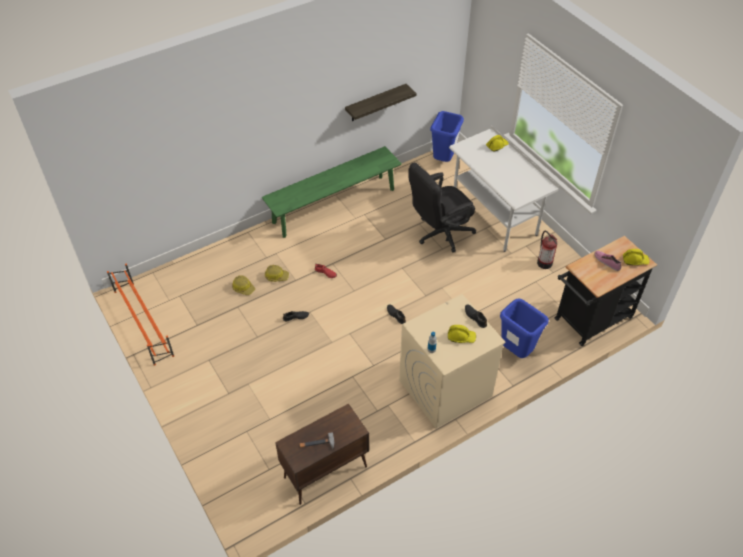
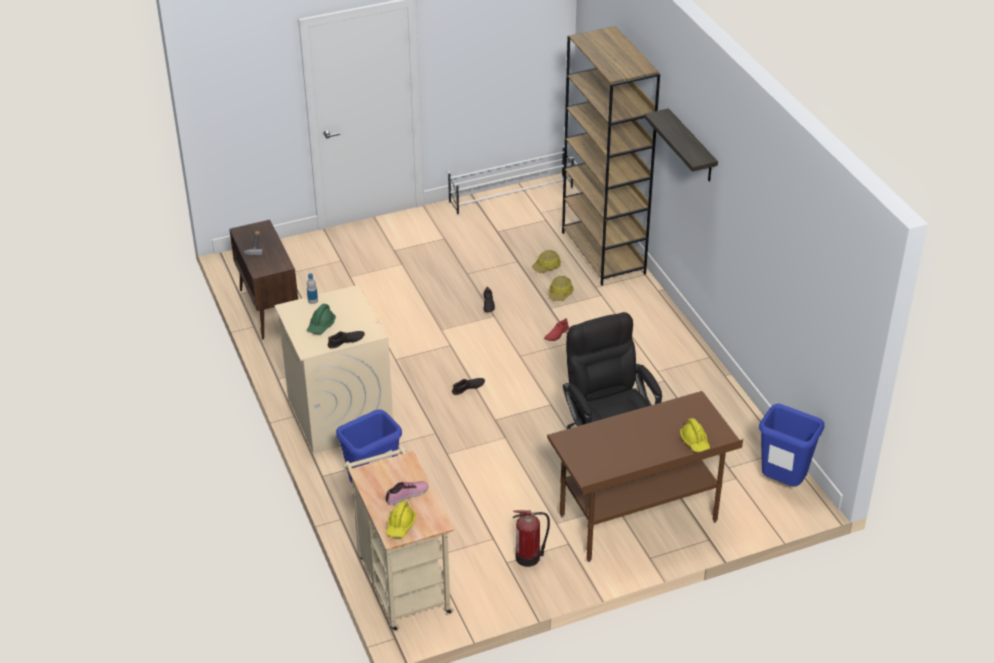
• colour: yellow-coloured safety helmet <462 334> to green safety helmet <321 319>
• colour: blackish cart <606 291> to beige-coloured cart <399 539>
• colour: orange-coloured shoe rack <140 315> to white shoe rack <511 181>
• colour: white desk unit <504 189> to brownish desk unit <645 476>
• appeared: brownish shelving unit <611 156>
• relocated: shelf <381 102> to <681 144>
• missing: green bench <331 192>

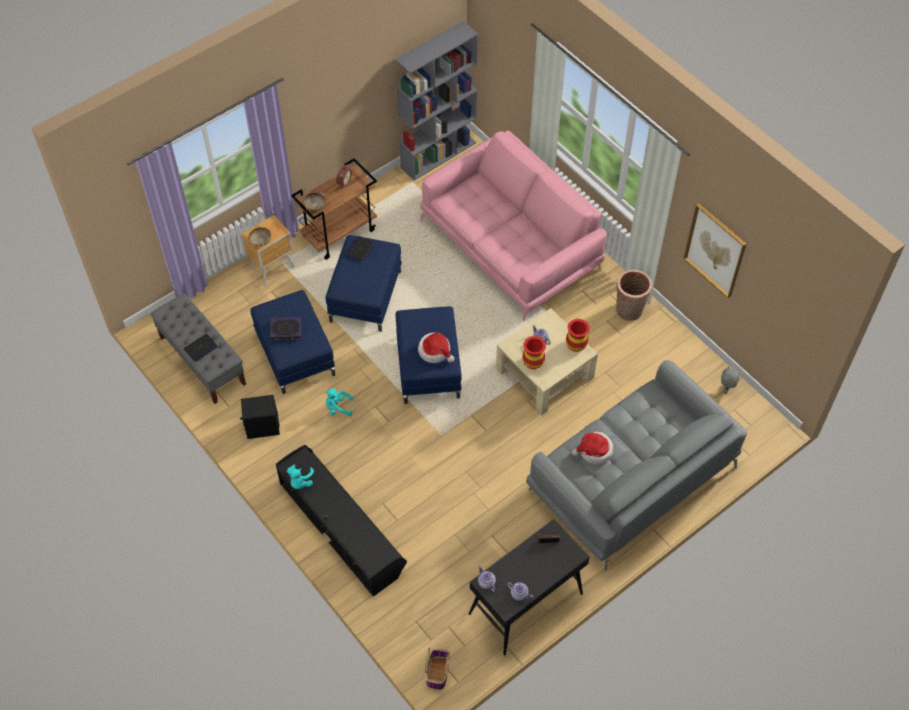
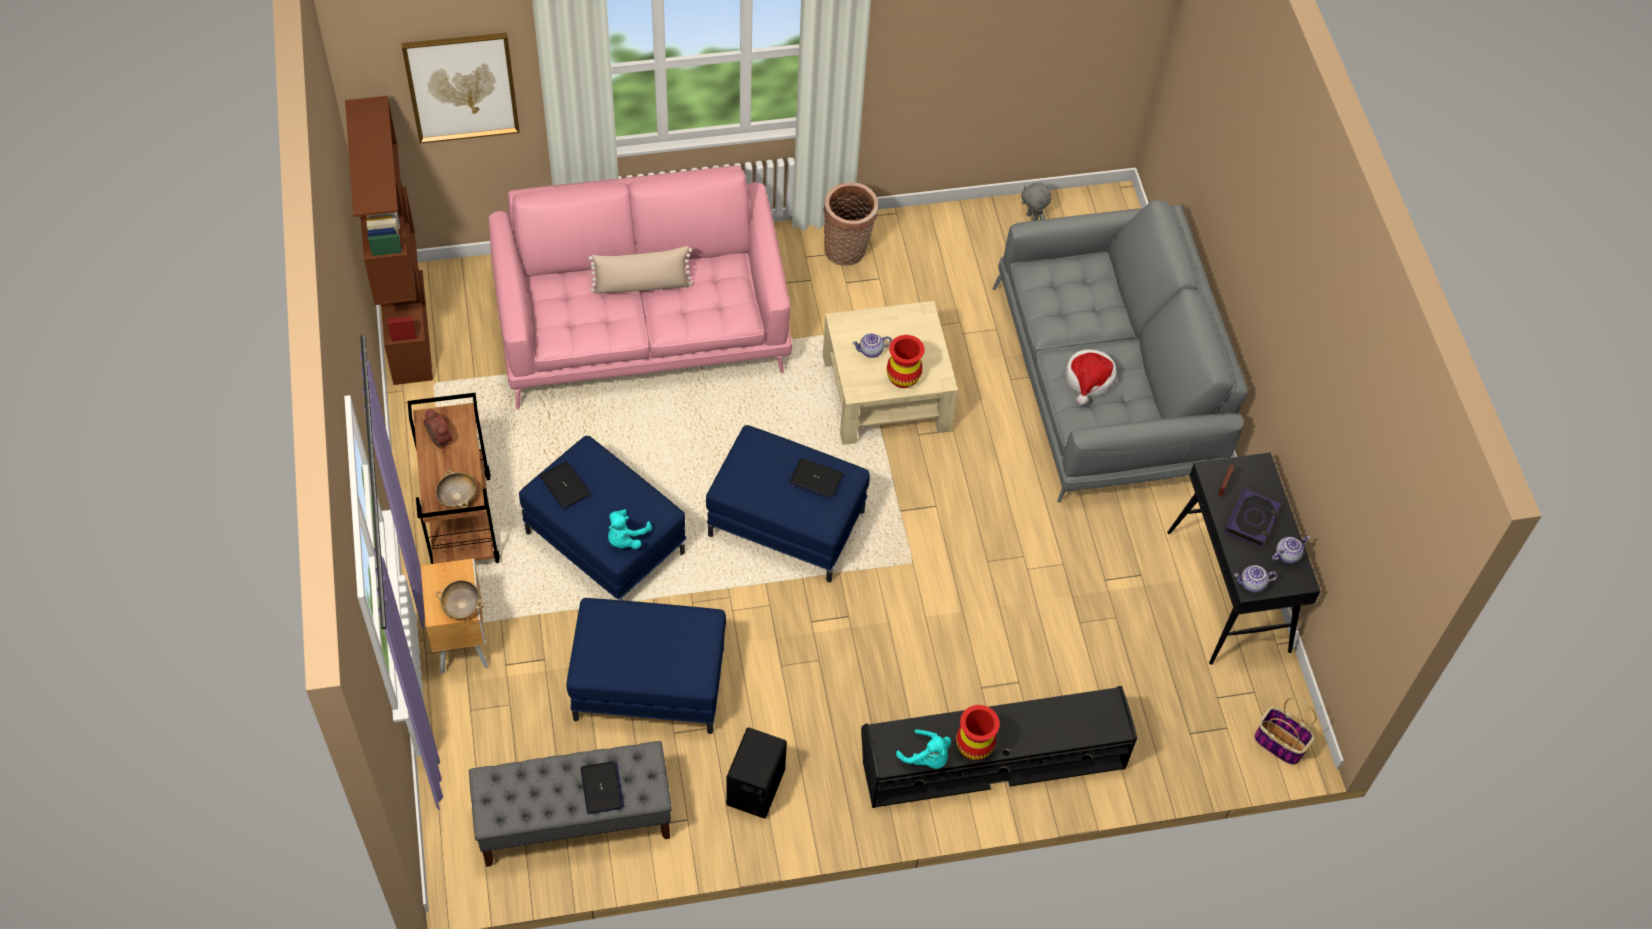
• colour: grey shelving unit <436 101> to brownish shelving unit <389 240>
• relocated: wall art <715 250> to <460 88>
• appeared: beige-coloured cushion <640 270>
• relocated: blue-green soft toy <339 402> to <630 529>
• exchanged: hat <436 347> to laptop <816 478>
• relocated: red-coloured vase <578 335> to <978 732>
• relocated: volume <286 329> to <1253 518>

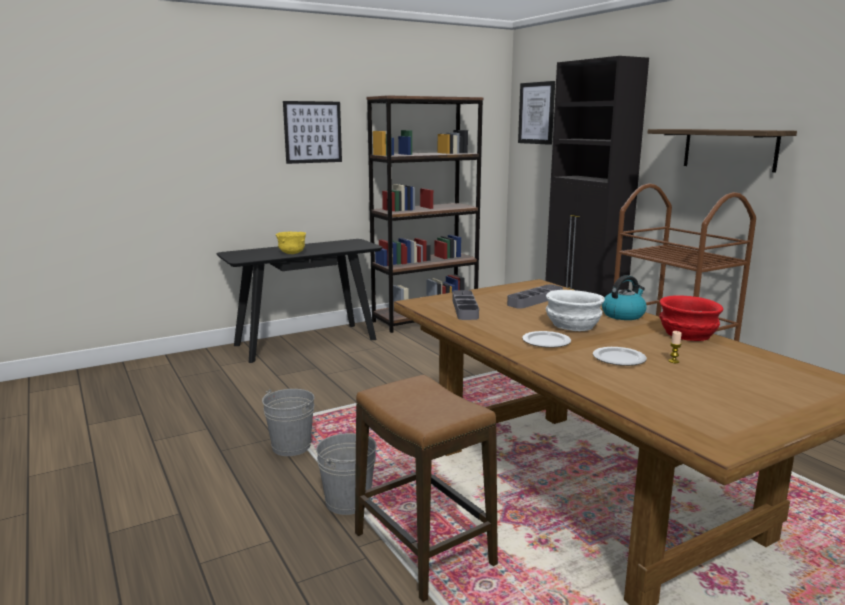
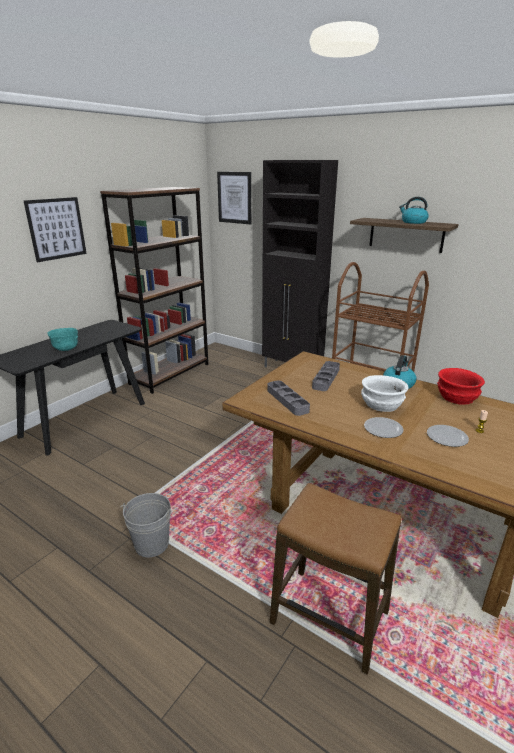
• colour: yellow-coloured deep dish <291 243> to blue-green deep dish <63 339>
• appeared: kettle <414 210>
• missing: grey bucket <346 474>

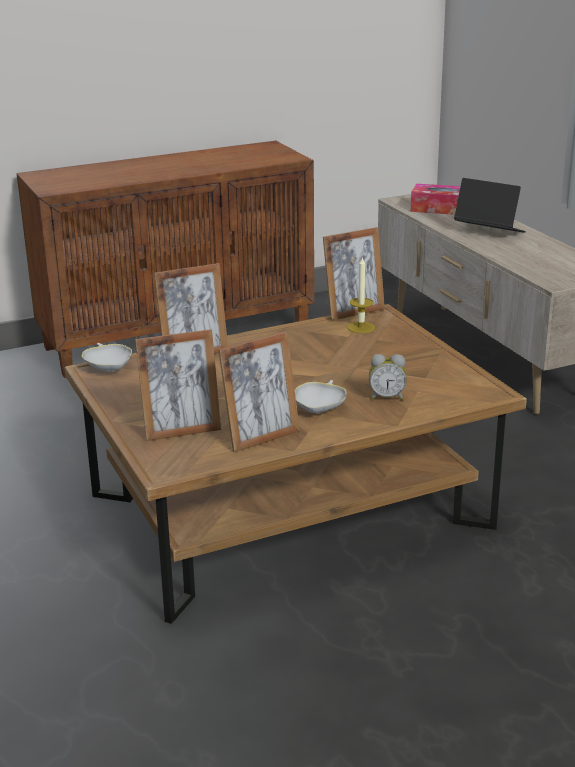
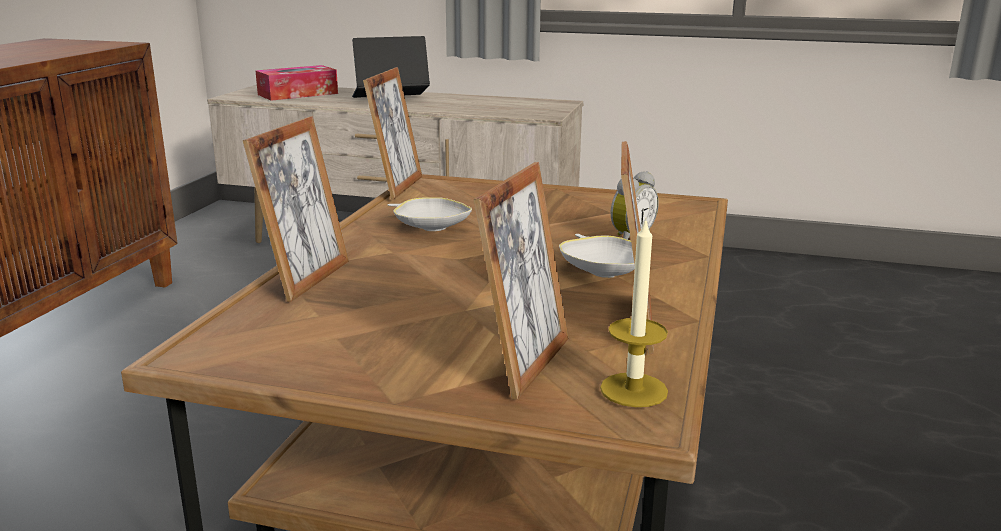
• relocated: white deep dish <107 357> to <430 214>
• relocated: wax light <361 295> to <634 312>

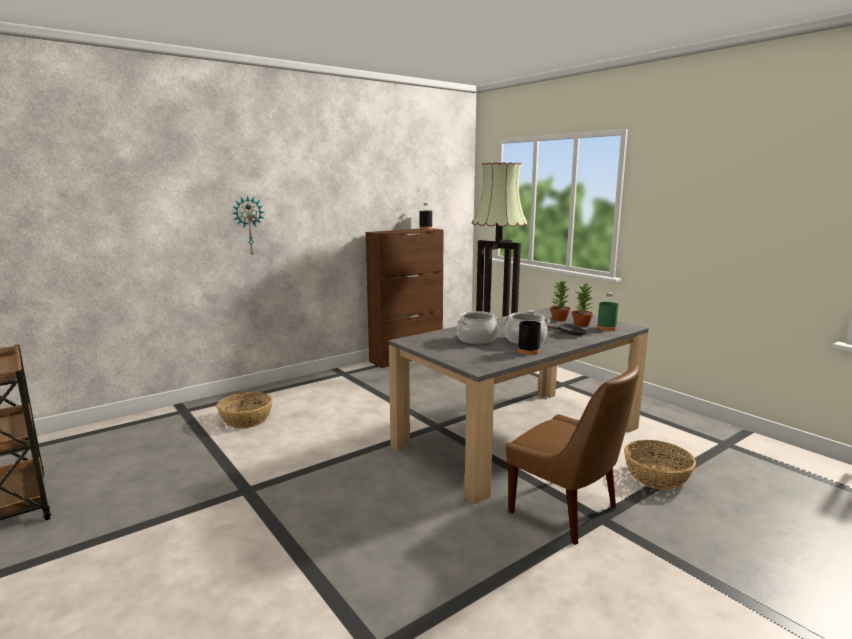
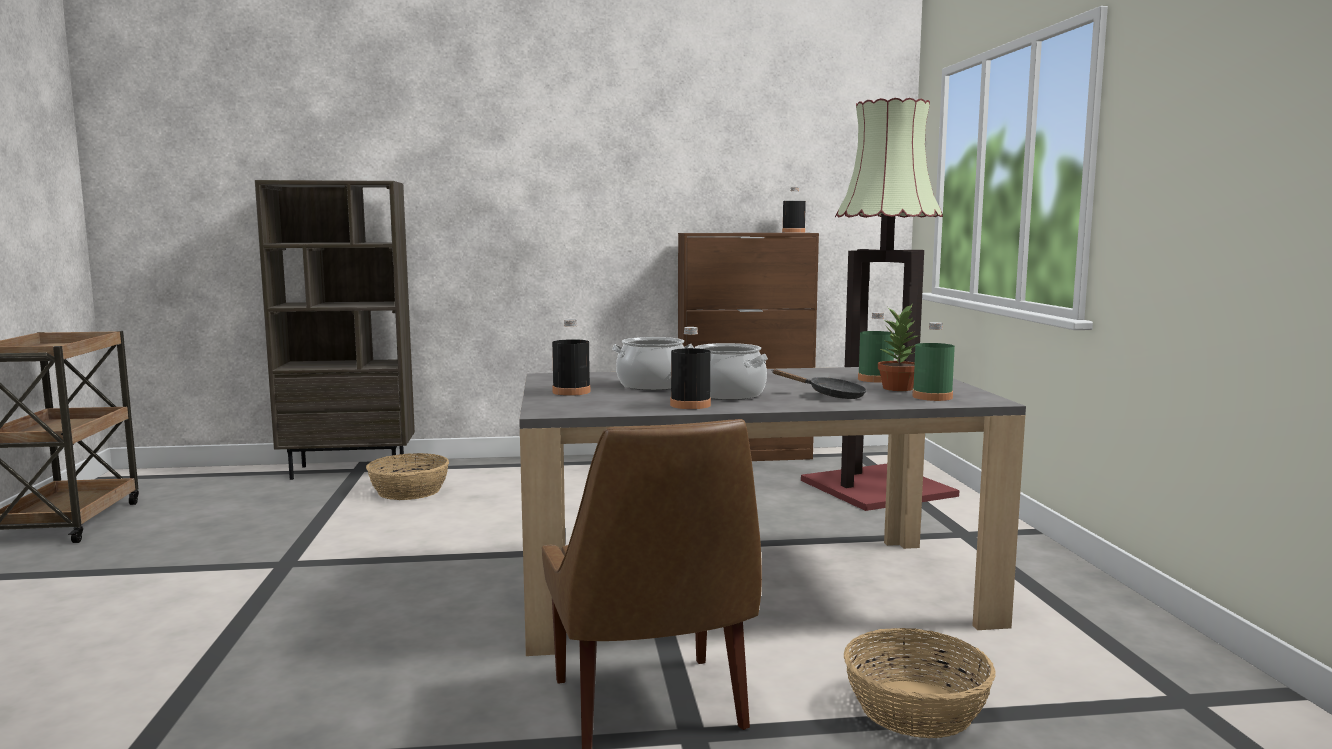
• appeared: brownish shelving unit <335 330>
• appeared: blackish bottle <571 357>
• exchanged: plant in a pot <560 301> to green bottle <876 347>
• missing: clock on the wall <248 225>

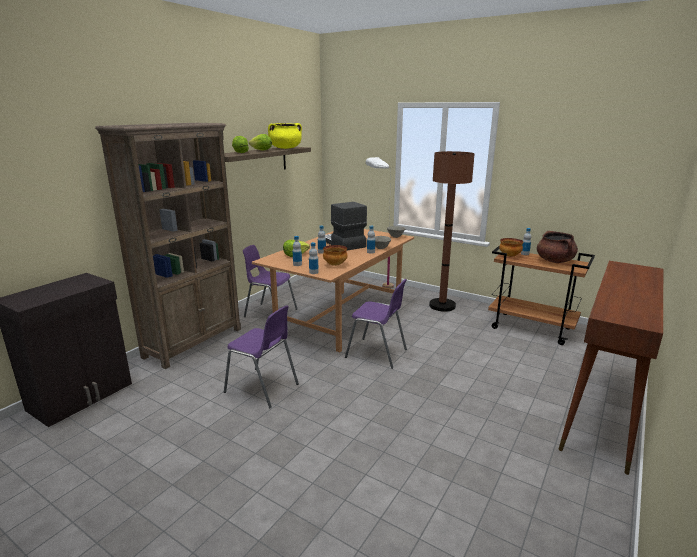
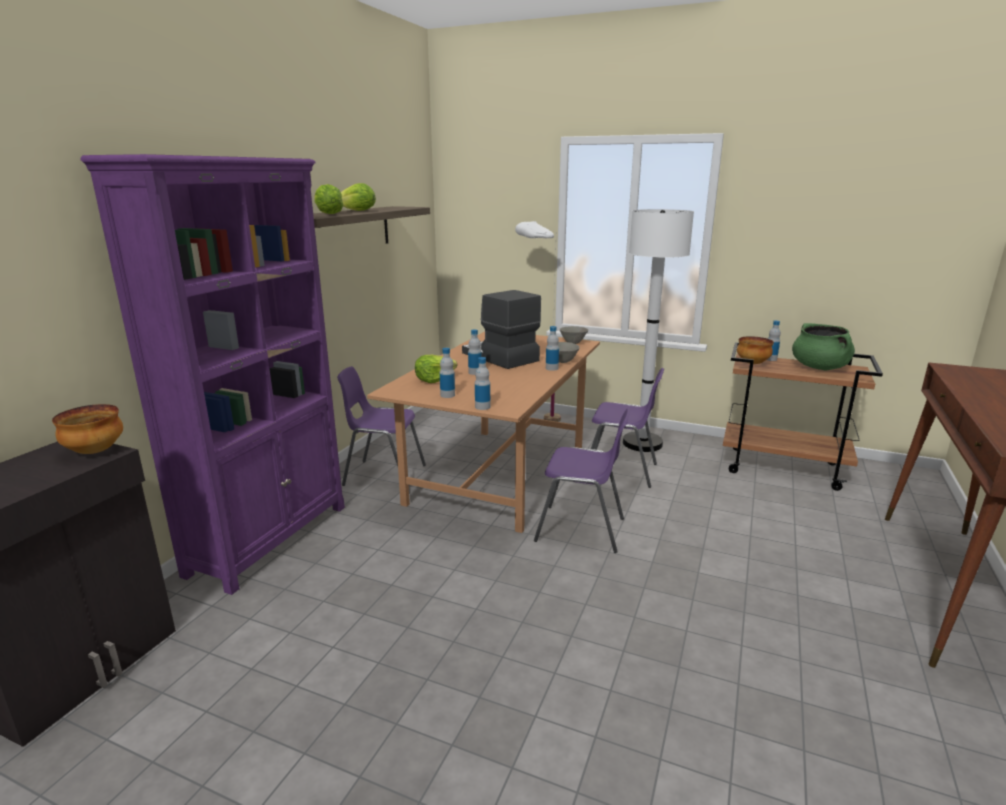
• relocated: deep dish <335 255> to <87 429>
• colour: brownish shelving unit <168 246> to purple-coloured shelving unit <212 374>
• relocated: purple-coloured chair <261 356> to <627 428>
• colour: brownish floor lamp <452 231> to white floor lamp <658 330>
• colour: brownish cooking pot <557 247> to green cooking pot <823 346>
• missing: yellow-coloured cooking pot <285 136>

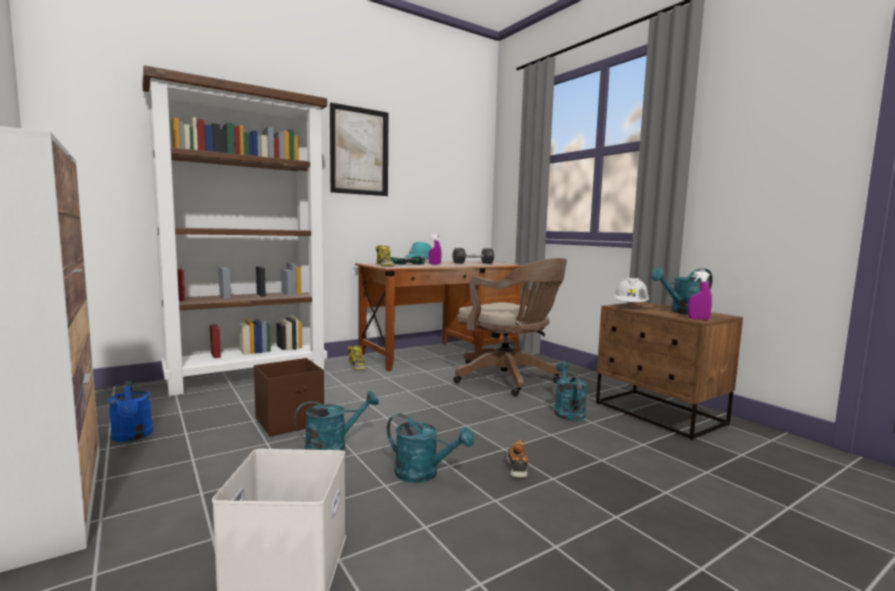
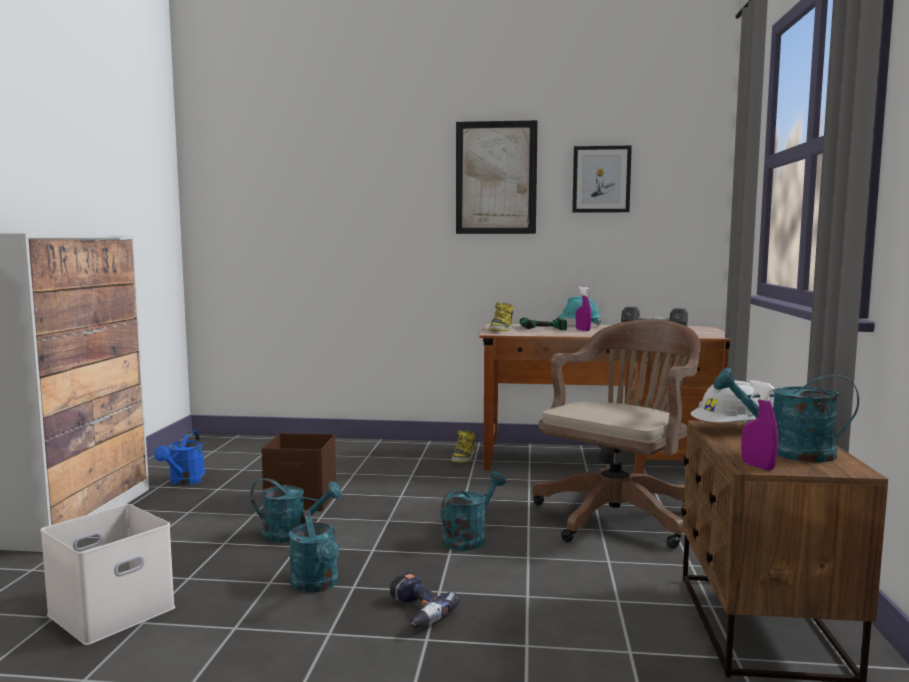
• exchanged: item of footwear <517 459> to electric drill <425 600>
• relocated: blue-green sprinkling can <571 391> to <473 511>
• spun: brownish computer chair <510 327> = <616 434> 135 degrees counterclockwise
• appeared: wall art <602 179>
• missing: brownish shelving unit <234 230>

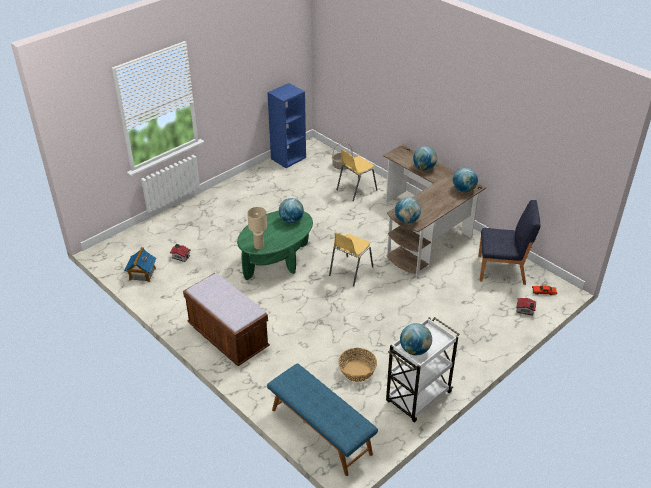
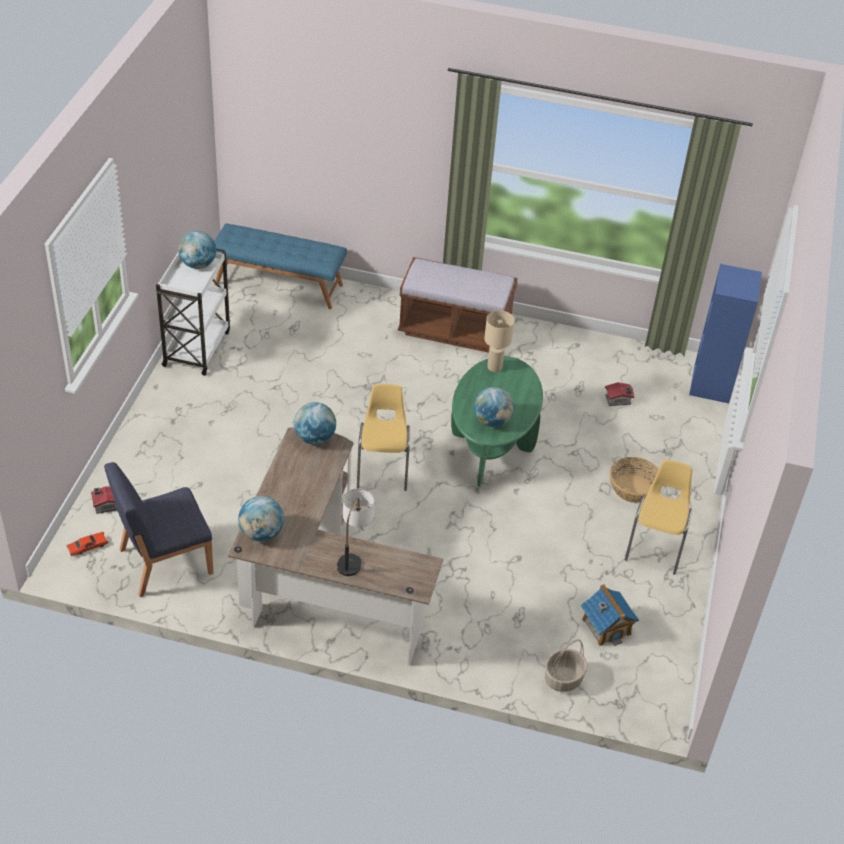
• exchanged: globe <425 158> to table lamp <355 532>
• relocated: model house <140 264> to <610 615>
• relocated: basket <357 365> to <634 480>
• relocated: yellow-coloured chair <356 175> to <659 517>
• relocated: blue shelving unit <286 125> to <725 333>

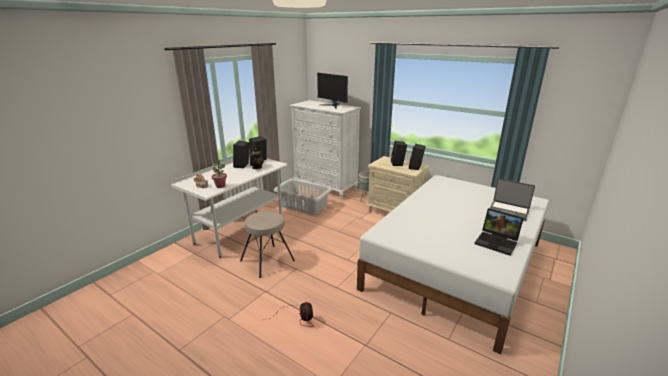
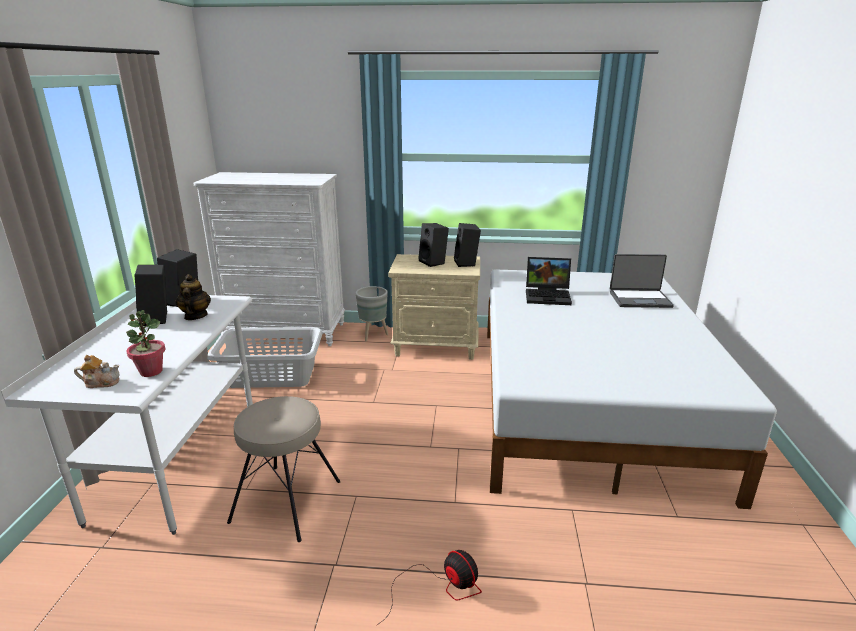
• relocated: laptop <499 232> to <549 281>
• missing: computer display <332 91>

